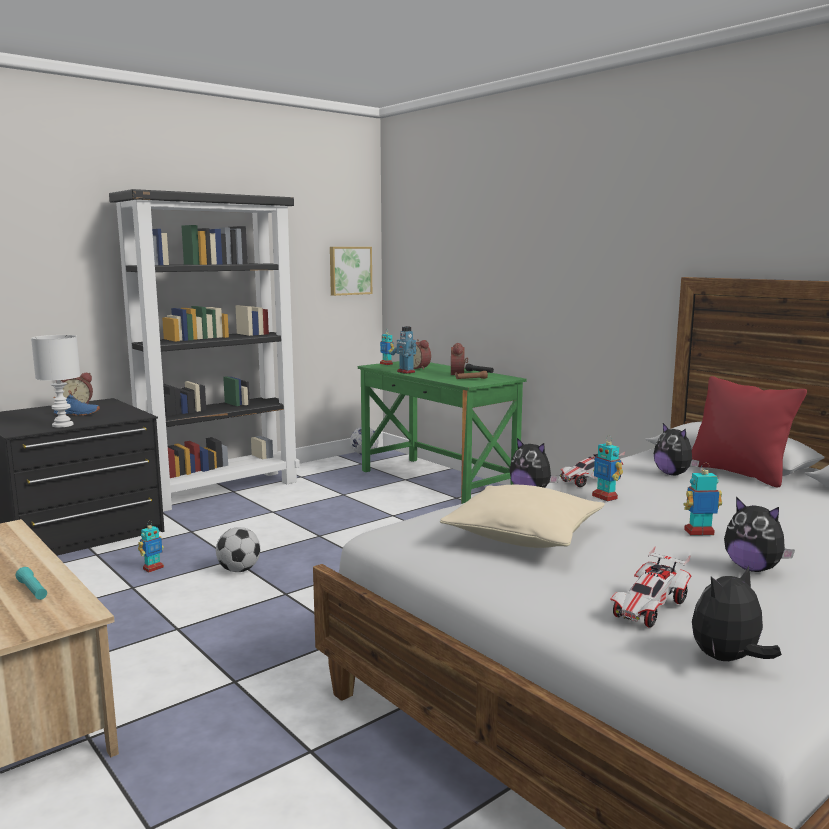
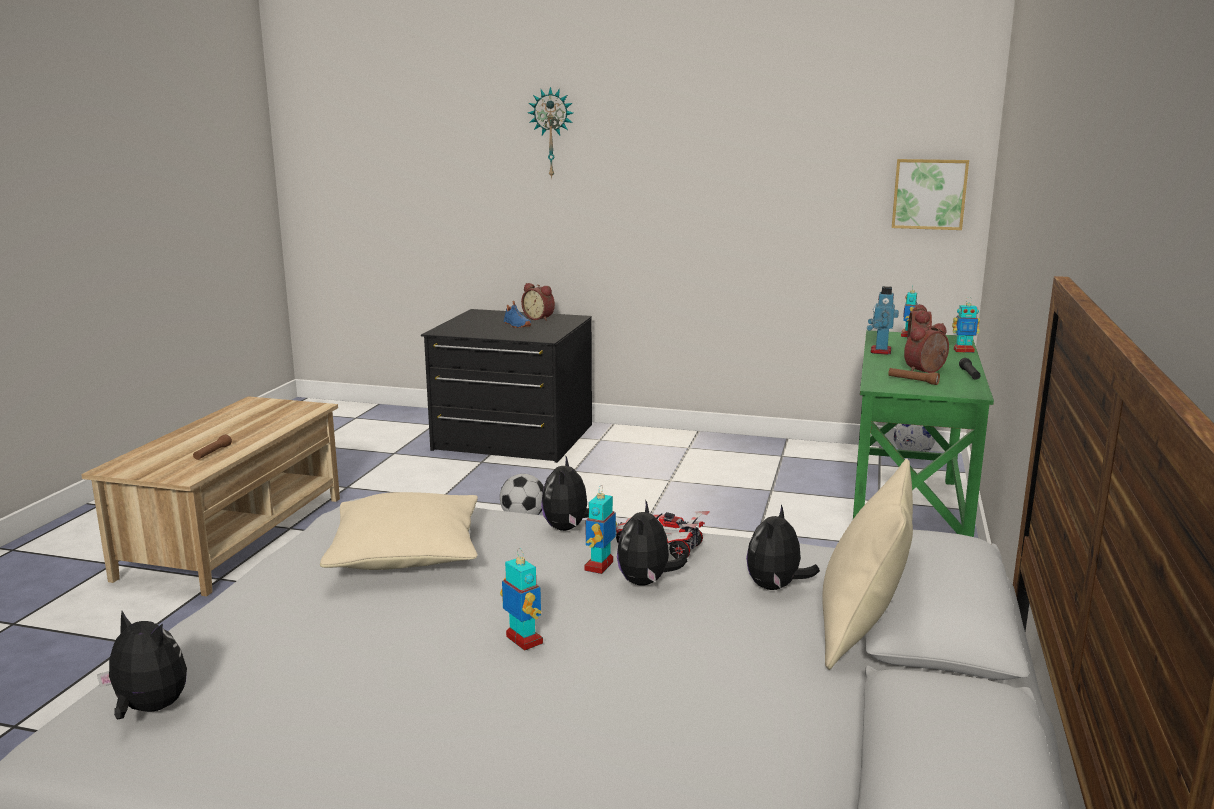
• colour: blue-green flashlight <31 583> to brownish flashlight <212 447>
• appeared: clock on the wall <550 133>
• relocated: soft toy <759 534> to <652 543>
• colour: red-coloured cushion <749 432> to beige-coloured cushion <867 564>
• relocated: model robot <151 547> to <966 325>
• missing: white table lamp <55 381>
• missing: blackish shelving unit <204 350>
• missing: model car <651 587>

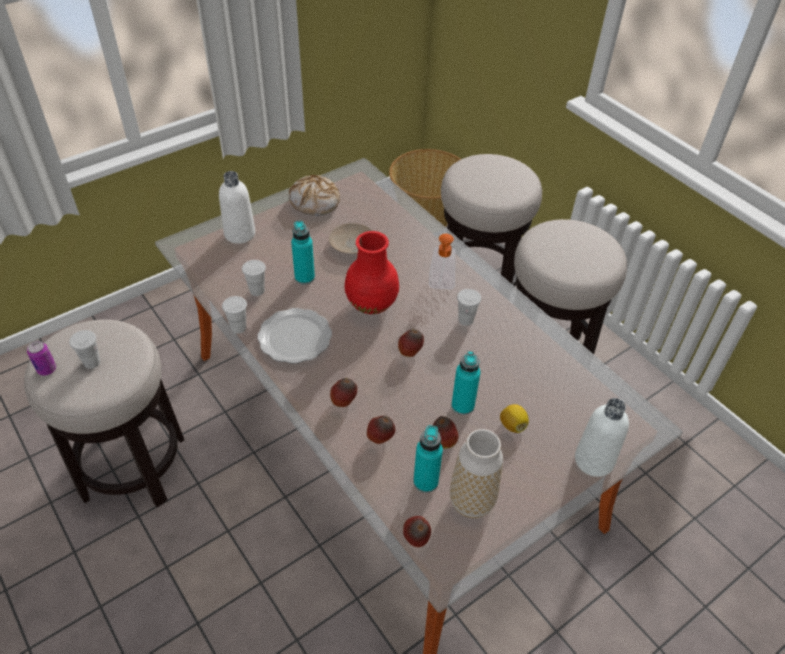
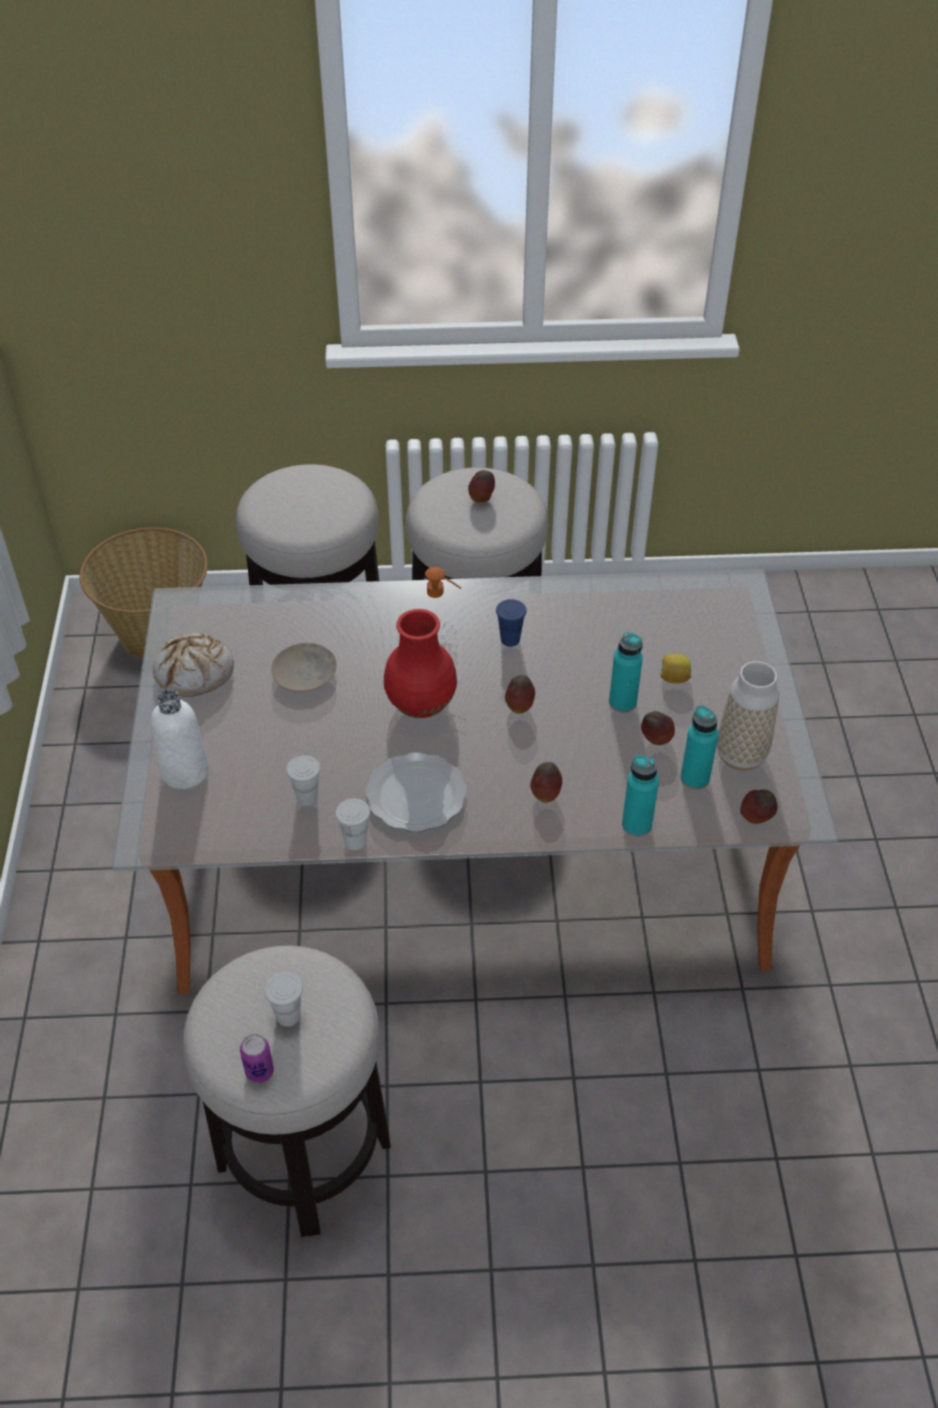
• relocated: whole apple <381 430> to <481 486>
• colour: white small cup <469 307> to blue small cup <511 623>
• relocated: blue-green bottle <303 253> to <640 796>
• missing: white bottle <602 437>

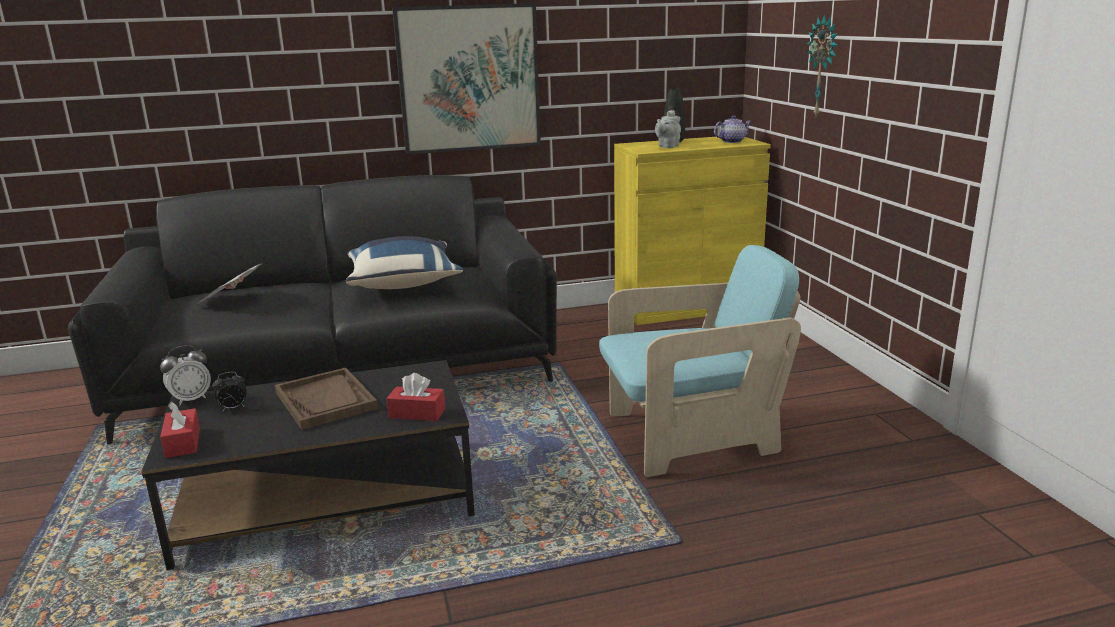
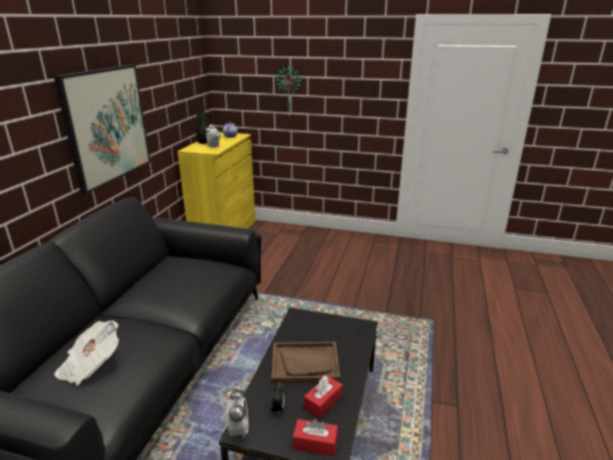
• relocated: red-coloured box of tissues <416 397> to <323 397>
• missing: blue cushion <404 262>
• missing: blue-green armchair <700 361>

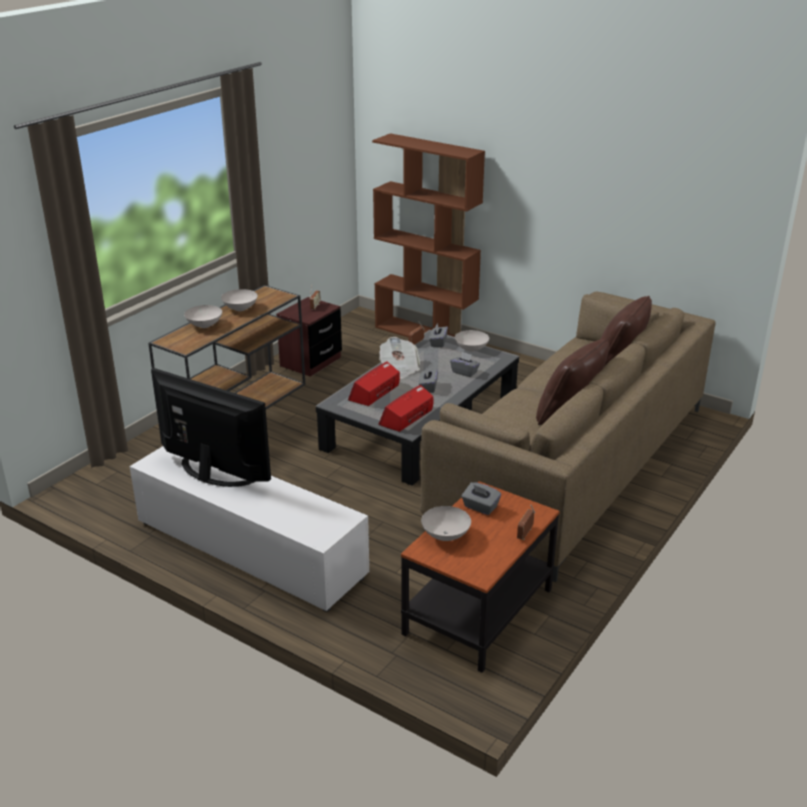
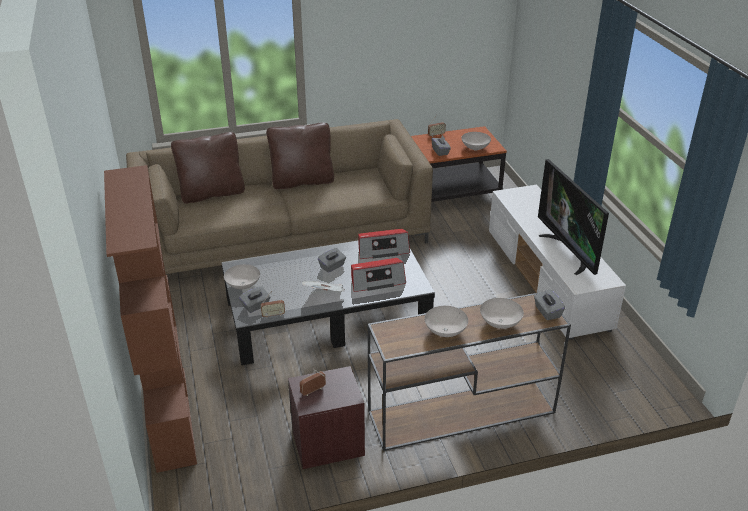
• relocated: grey box of tissues <465 364> to <549 304>

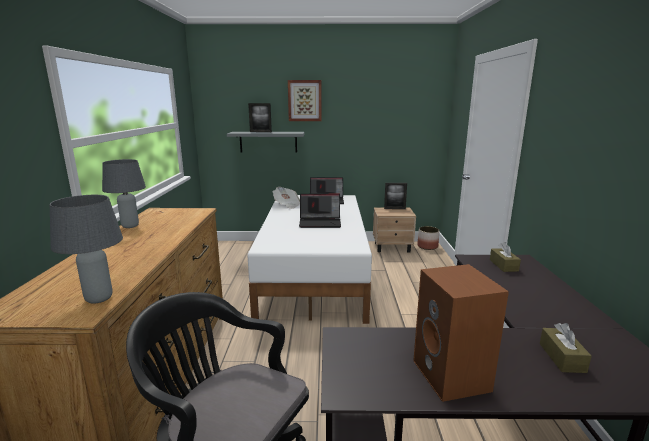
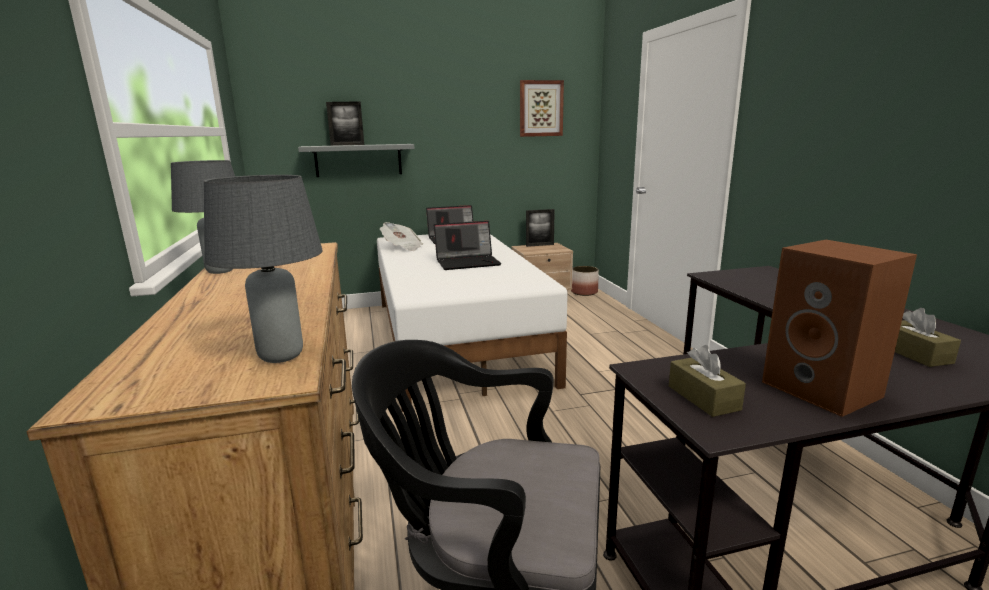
• relocated: wall art <304 100> to <542 108>
• relocated: brownish box of tissues <505 257> to <707 381>

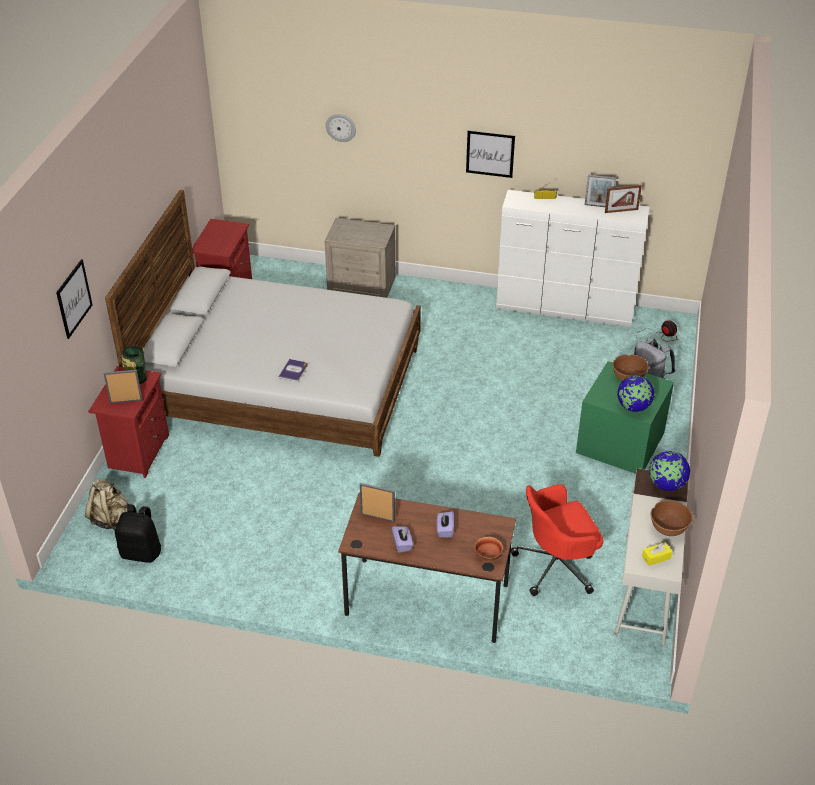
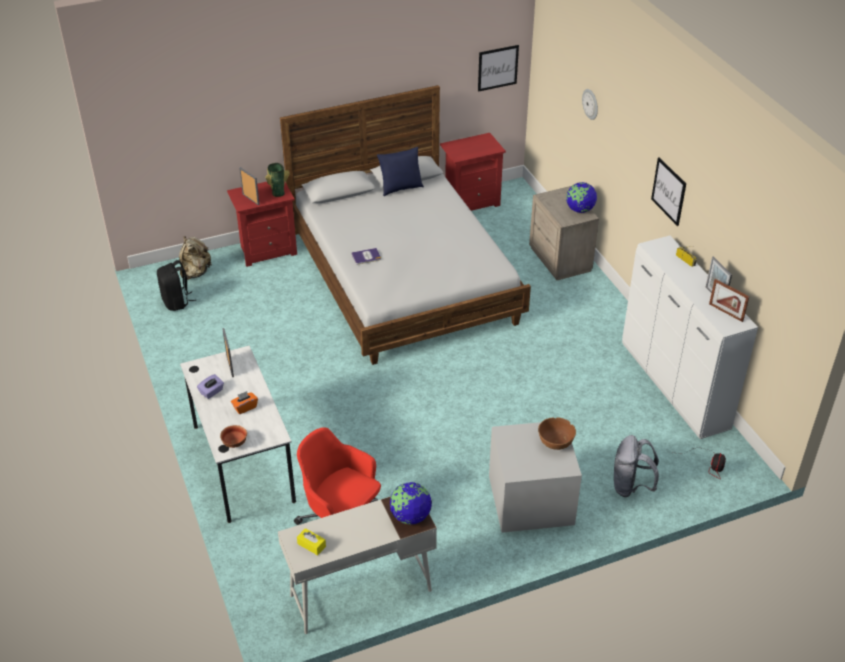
• colour: brownish desk unit <427 567> to white desk unit <238 434>
• colour: purple-coloured box of tissues <445 524> to orange-coloured box of tissues <244 402>
• appeared: blue cushion <400 171>
• relocated: wall art <74 299> to <498 68>
• colour: green storage container <625 417> to grey storage container <535 477>
• relocated: globe <635 394> to <581 197>
• missing: brownish deep dish <672 518>

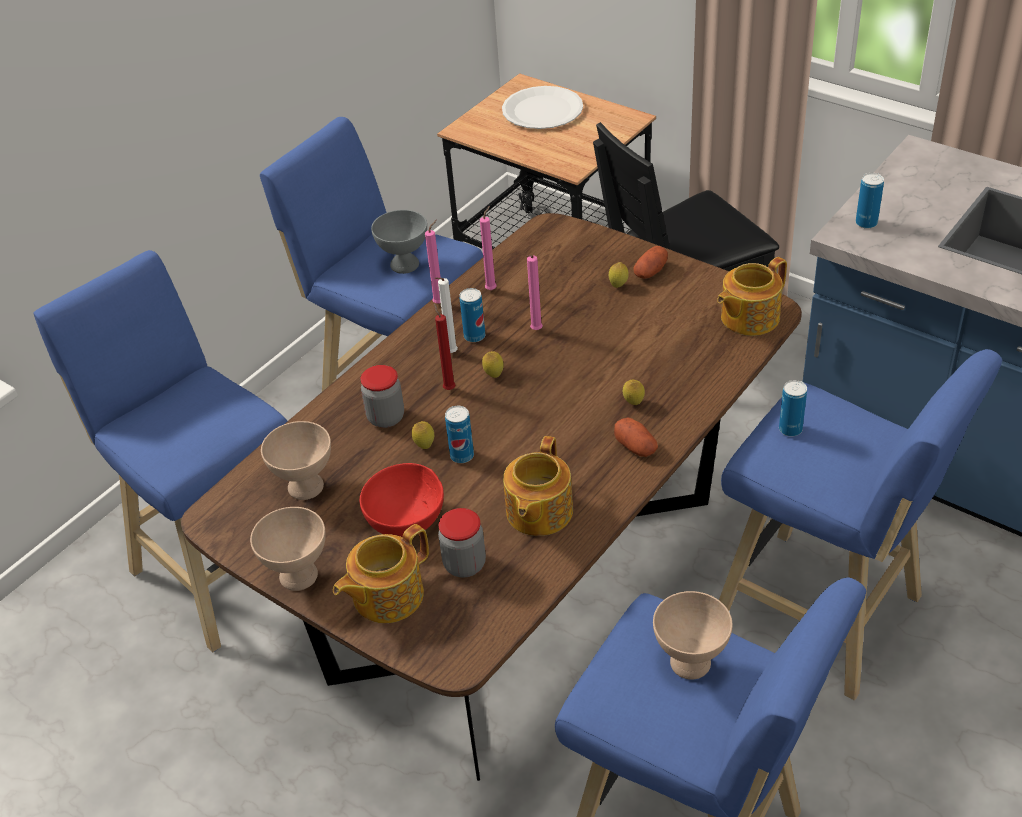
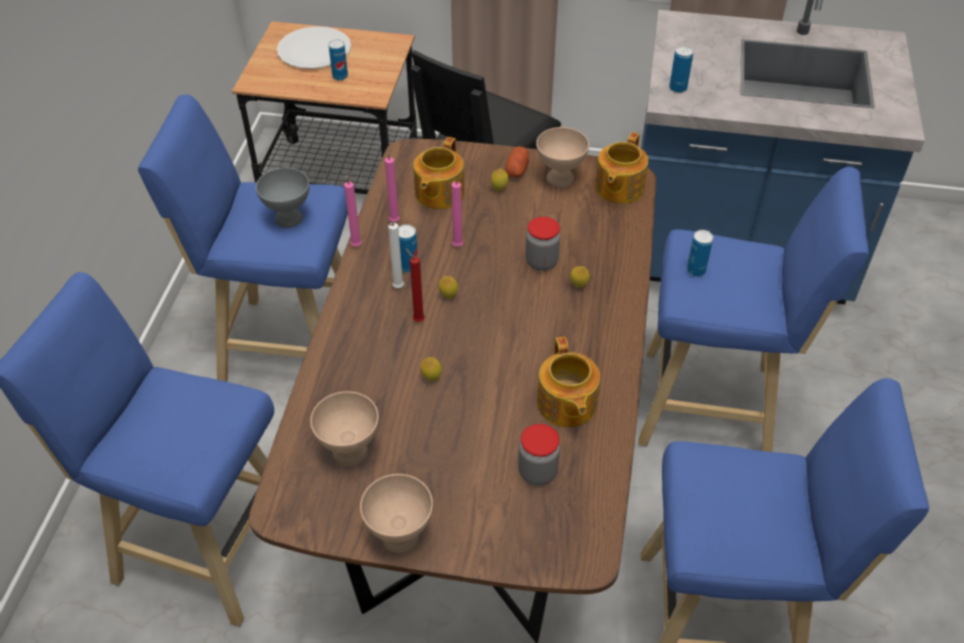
• relocated: sealed can <459 434> to <338 60>
• relocated: teapot <381 573> to <439 173>
• relocated: jar <382 396> to <543 244>
• relocated: beige-coloured deep dish <692 635> to <562 157>
• missing: red-coloured deep dish <402 500>
• missing: spud <636 437>

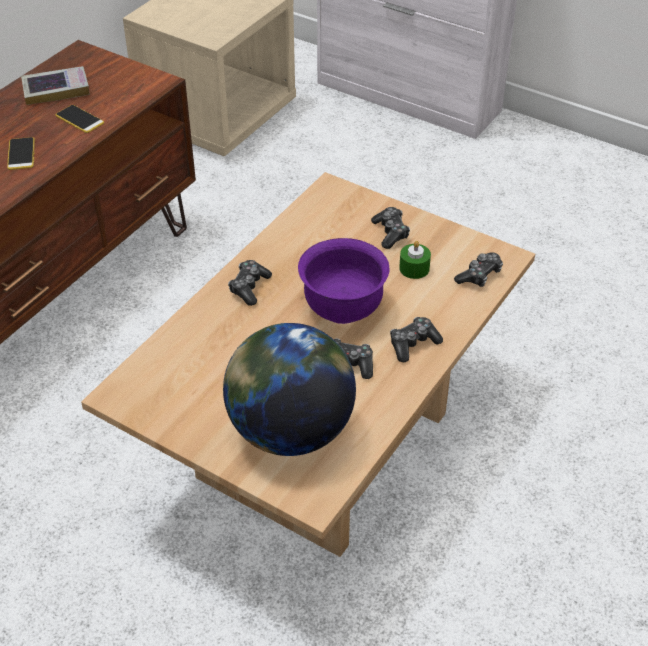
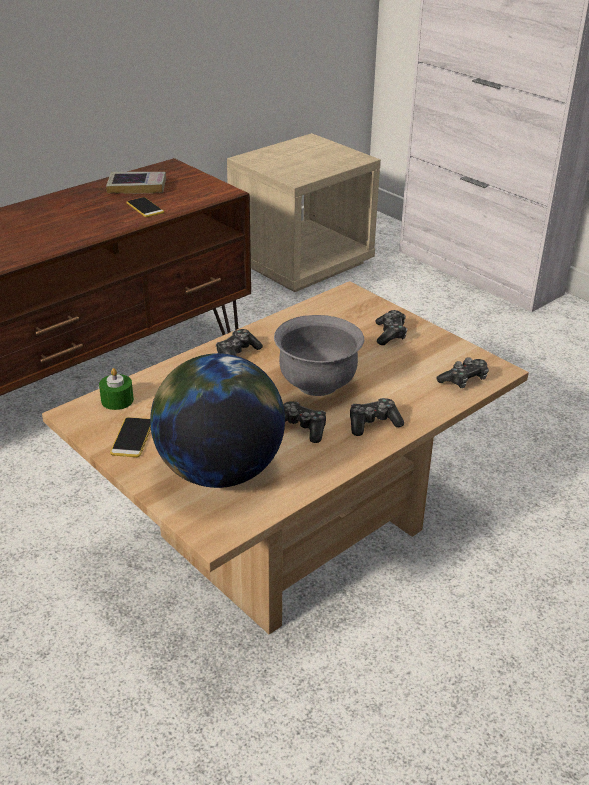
• relocated: green wax light <415 260> to <116 389>
• relocated: telephone <21 153> to <130 437>
• colour: purple-coloured deep dish <344 281> to grey deep dish <319 355>

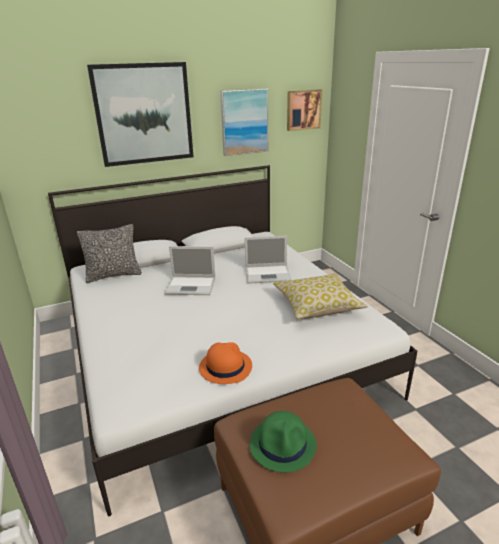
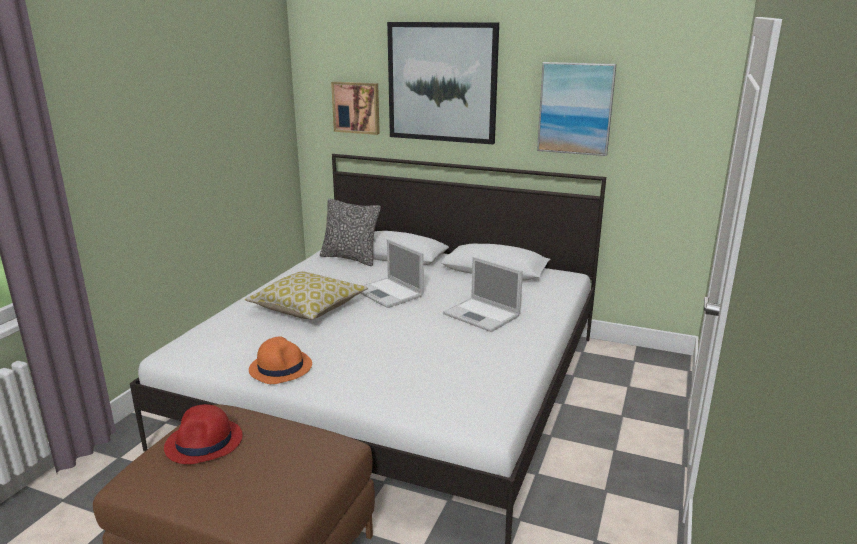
• colour: green hat <283 441> to red-coloured hat <203 434>
• relocated: cushion <320 296> to <306 295>
• relocated: wall art <304 110> to <355 108>

